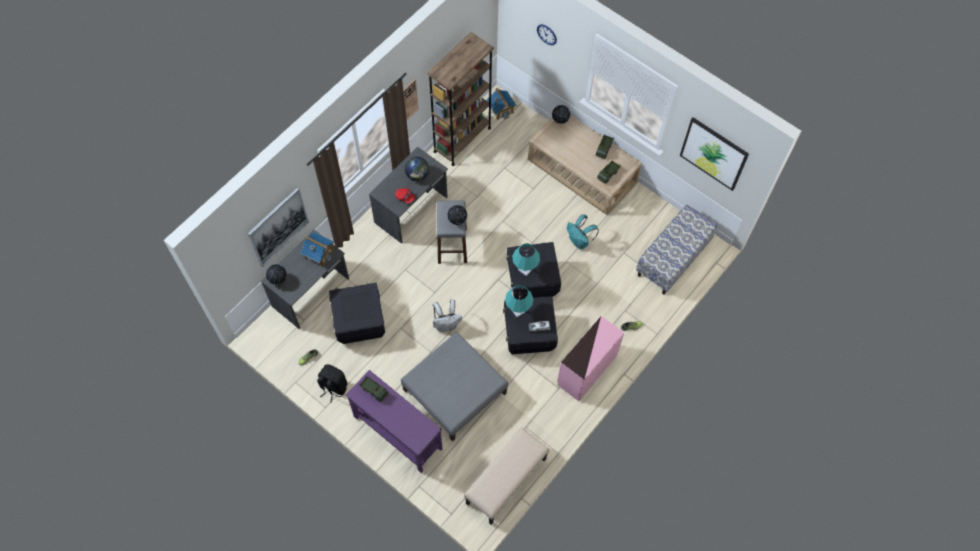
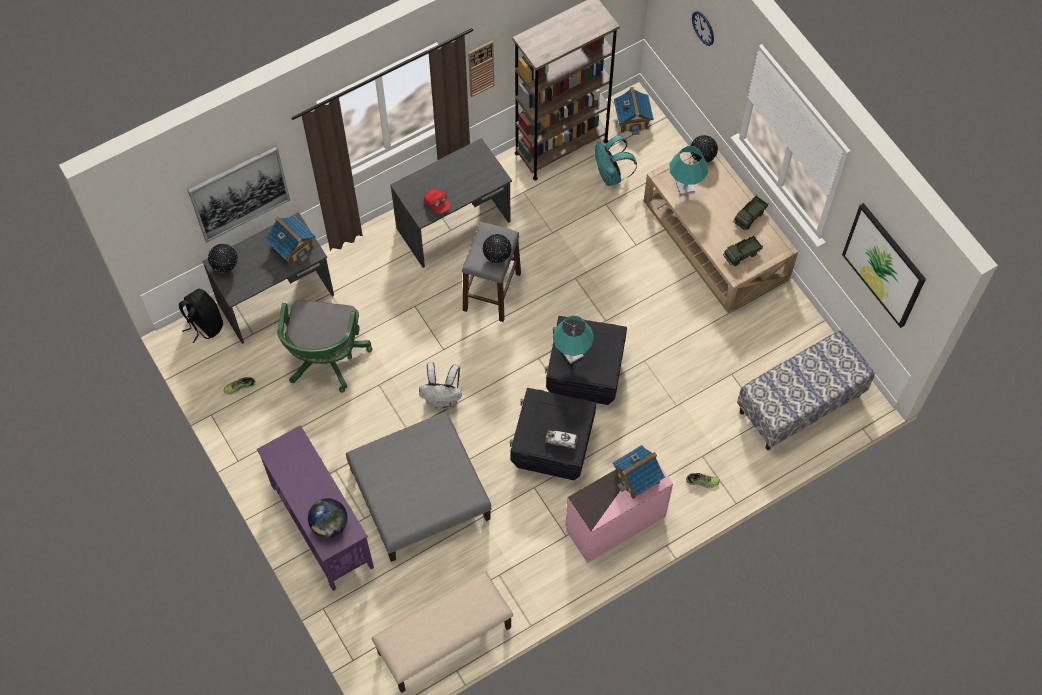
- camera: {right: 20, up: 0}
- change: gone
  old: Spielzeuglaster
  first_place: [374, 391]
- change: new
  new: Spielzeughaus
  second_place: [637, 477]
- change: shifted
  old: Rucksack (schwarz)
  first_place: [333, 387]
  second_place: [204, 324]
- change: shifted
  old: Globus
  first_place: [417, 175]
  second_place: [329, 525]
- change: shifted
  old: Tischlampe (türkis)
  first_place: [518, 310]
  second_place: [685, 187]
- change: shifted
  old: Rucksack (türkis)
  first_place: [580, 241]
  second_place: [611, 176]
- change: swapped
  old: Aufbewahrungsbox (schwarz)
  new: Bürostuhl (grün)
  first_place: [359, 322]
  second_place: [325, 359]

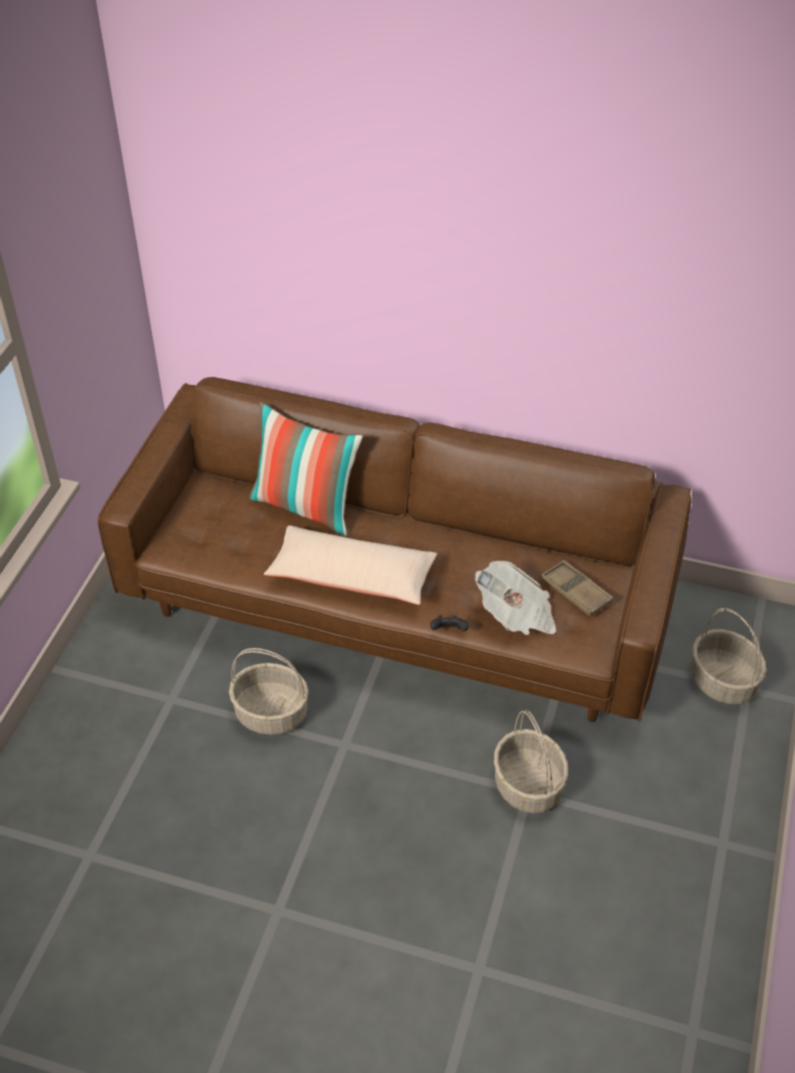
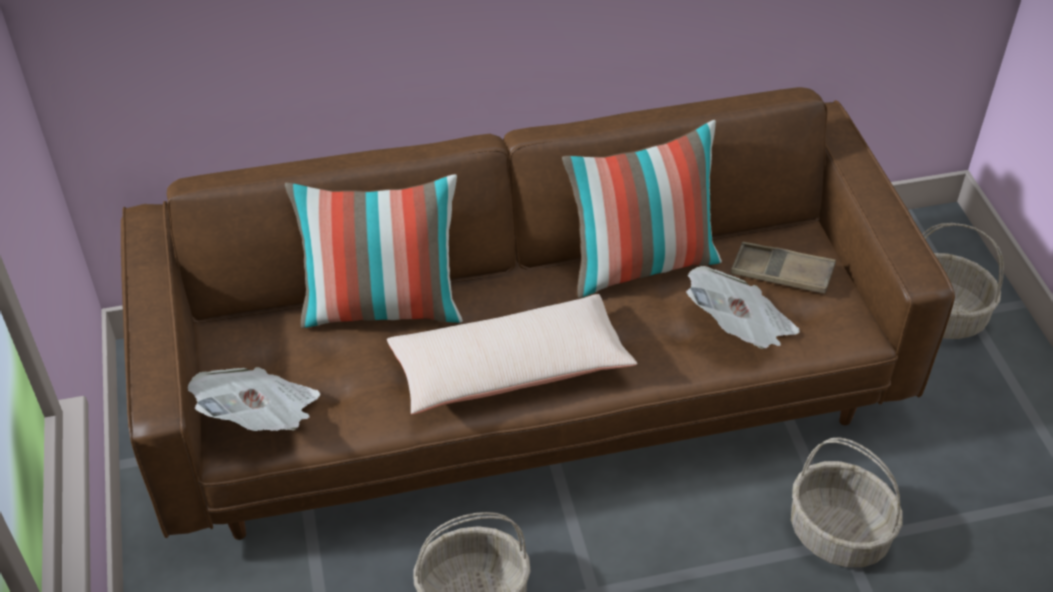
- camera: {right: -30, up: 0}
- change: gone
  old: Gamepad (schwarz)
  first_place: [448, 631]
- change: new
  new: Zeitung
  second_place: [262, 418]
- change: new
  new: Kissen
  second_place: [641, 264]

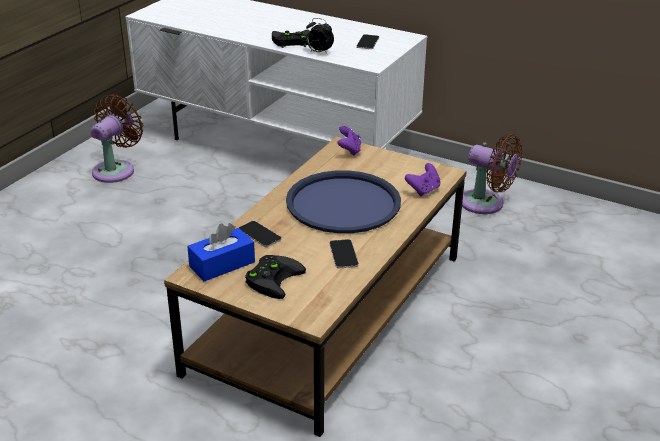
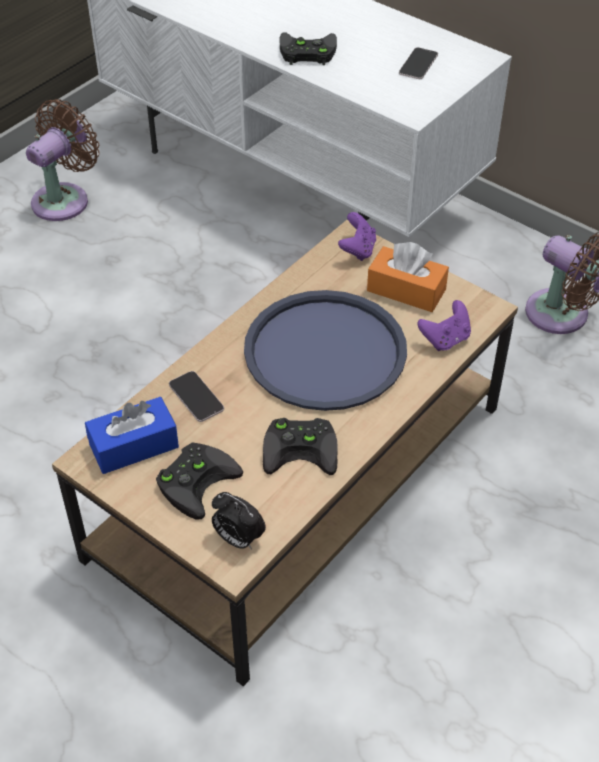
- camera: {right: 10, up: 15}
- change: new
  new: Taschentuchbox (orange)
  second_place: [406, 290]
- change: shifted
  old: Wecker
  first_place: [319, 52]
  second_place: [237, 539]
- change: swapped
  old: Handy
  new: Gamepad (schwarz)
  first_place: [343, 254]
  second_place: [302, 448]

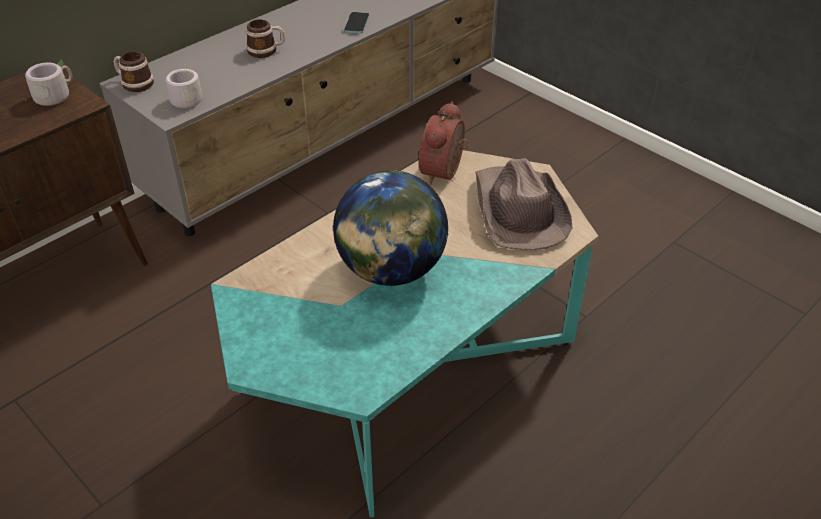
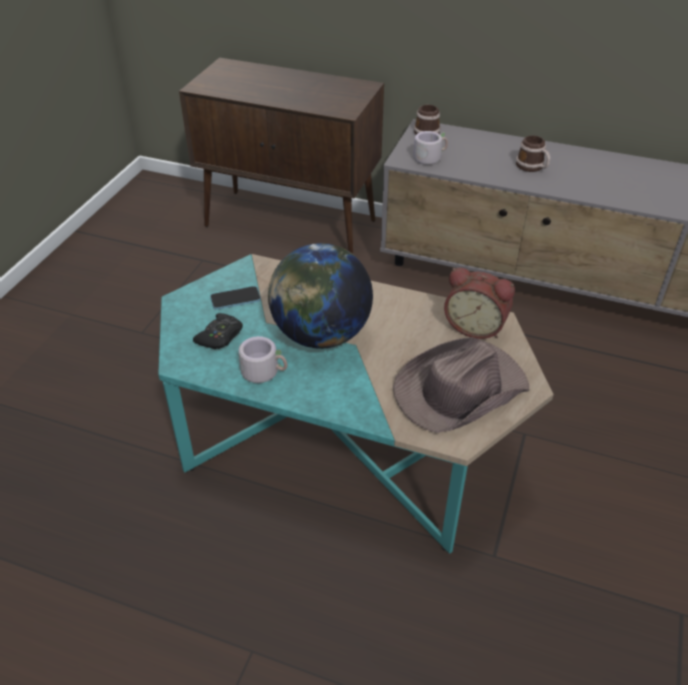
- camera: {right: 65, up: 0}
- change: new
  new: Gamepad (schwarz)
  second_place: [220, 336]
- change: shifted
  old: Henkelbecher (grau)
  first_place: [54, 95]
  second_place: [265, 371]
- change: shifted
  old: Handy
  first_place: [356, 24]
  second_place: [235, 299]
- change: rotated
  old: Wecker
  first_place: [445, 172]
  second_place: [475, 326]
  degrees: -150

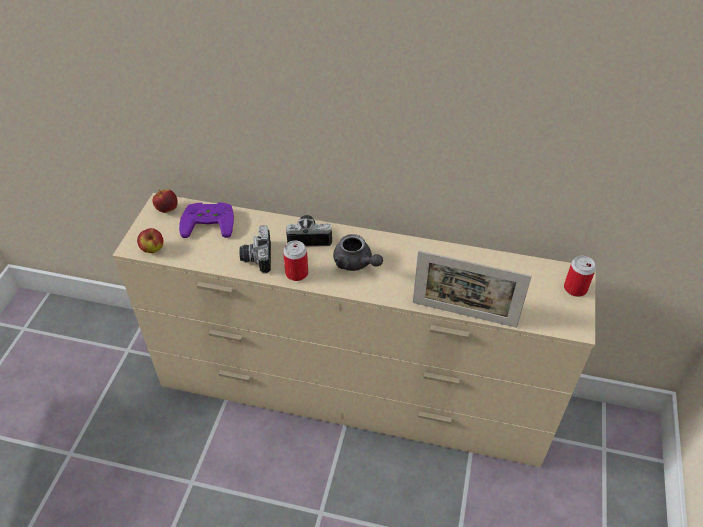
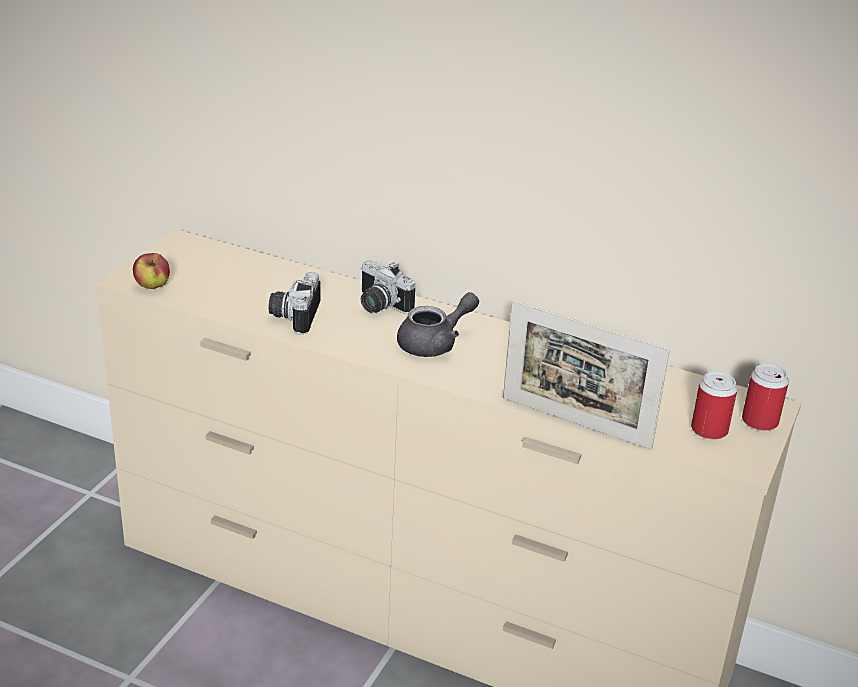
- camera: {right: 10, up: -15}
- change: gone
  old: Apfel
  first_place: [167, 209]
- change: gone
  old: Gamepad (lila)
  first_place: [209, 221]
- change: shifted
  old: Dose
  first_place: [297, 273]
  second_place: [709, 430]
- change: rotated
  old: Kamera
  first_place: [310, 237]
  second_place: [379, 306]
  degrees: -150
- change: rotated
  old: Teekanne (grau)
  first_place: [356, 263]
  second_place: [435, 344]
  degrees: -90

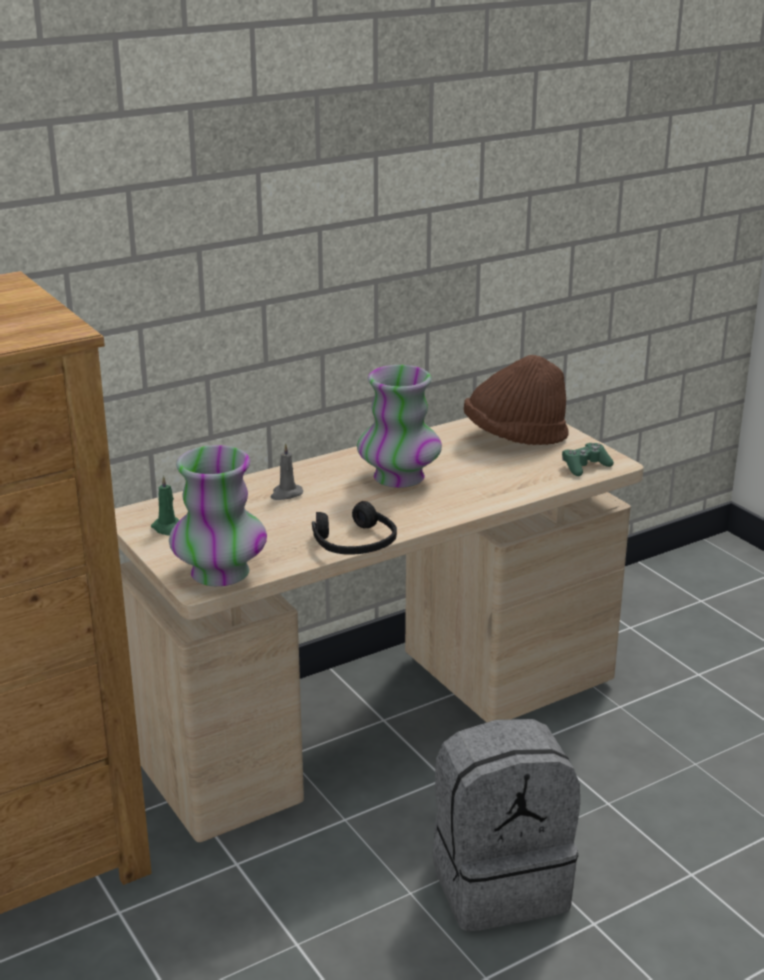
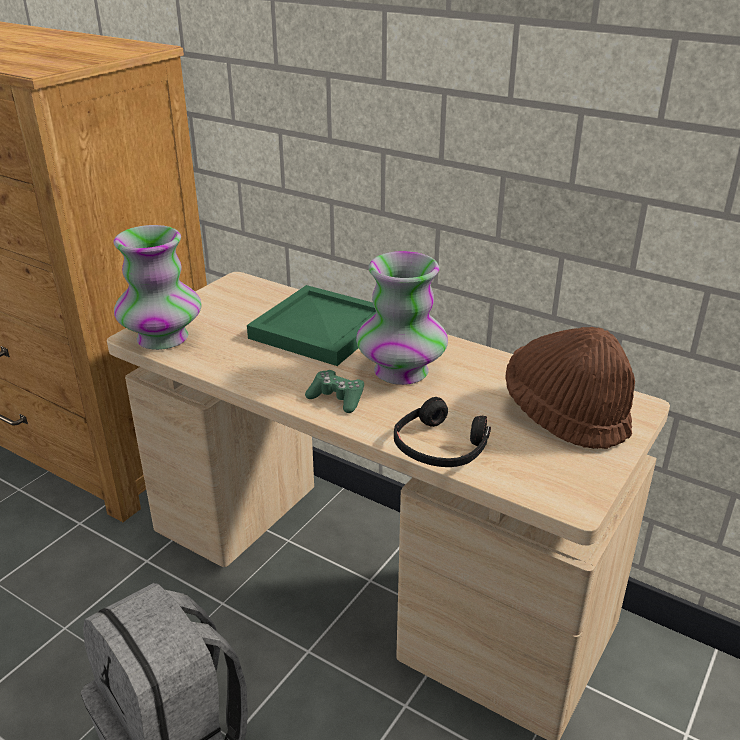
- camera: {right: 65, up: 5}
- change: gone
  old: Kerze (grün)
  first_place: [168, 528]
- change: shifted
  old: Kopfhörer (schwarz)
  first_place: [354, 543]
  second_place: [440, 447]
- change: shifted
  old: Gamepad (grün)
  first_place: [585, 466]
  second_place: [337, 398]
- change: swapped
  old: Kerze (grau)
  new: Tablett (grün)
  first_place: [286, 494]
  second_place: [320, 328]

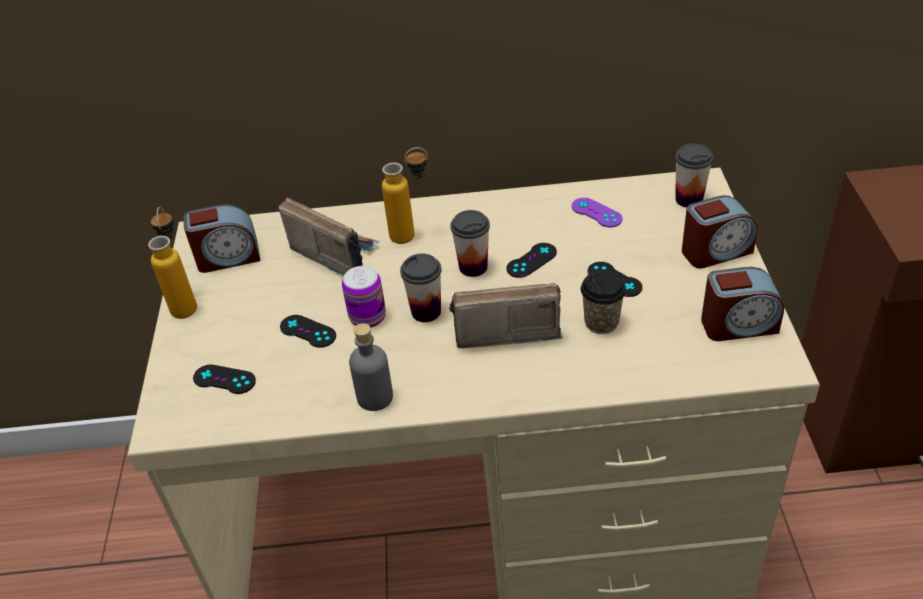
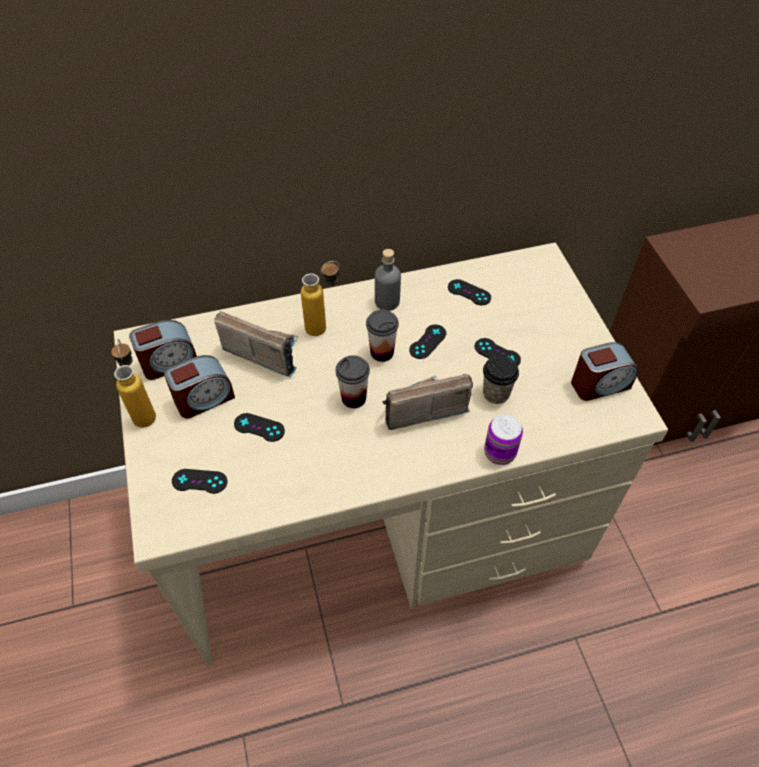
- camera: {right: -15, up: 10}
- change: gone
  old: Tasse
  first_place: [689, 199]
- change: shifted
  old: Dose
  first_place: [367, 316]
  second_place: [500, 452]
- change: shifted
  old: Flasche (grau)
  first_place: [375, 397]
  second_place: [387, 301]
- change: shifted
  old: Wecker
  first_place: [716, 251]
  second_place: [204, 399]
- change: repainted
  old: Gamepad (lila)
  new: Gamepad (schwarz)
  first_place: [596, 213]
  second_place: [469, 292]

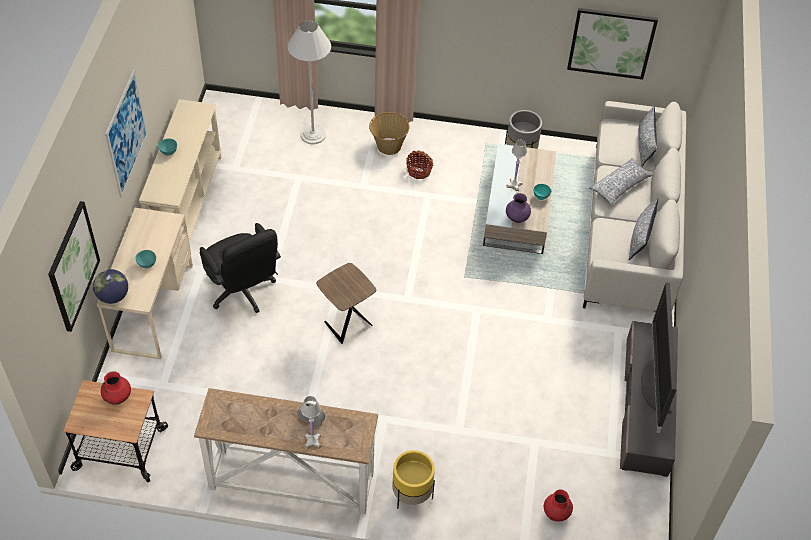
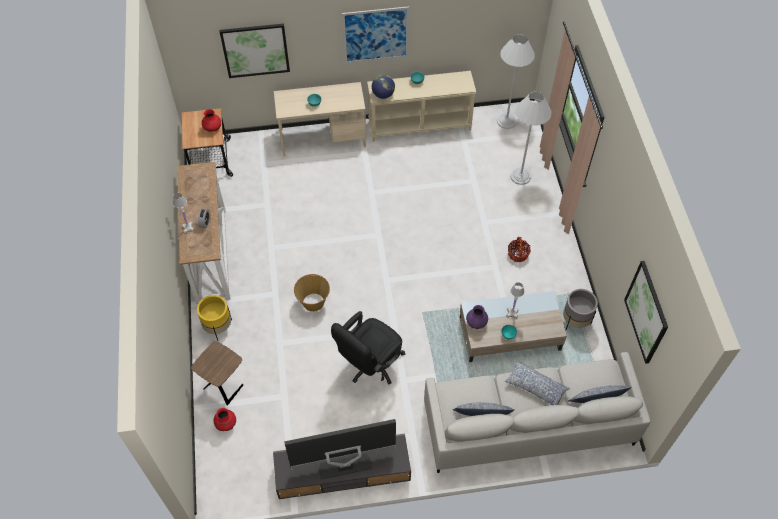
- camera: {right: 75, up: 5}
- change: new
  new: Stehlampe (weiß)
  second_place: [506, 121]
- change: shifted
  old: Globus
  first_place: [113, 296]
  second_place: [383, 95]
- change: shifted
  old: Bürostuhl (schwarz)
  first_place: [243, 292]
  second_place: [370, 365]
- change: shifted
  old: Beistelltisch (braun)
  first_place: [346, 323]
  second_place: [224, 386]
- change: shifted
  old: Korb
  first_place: [388, 146]
  second_place: [313, 302]

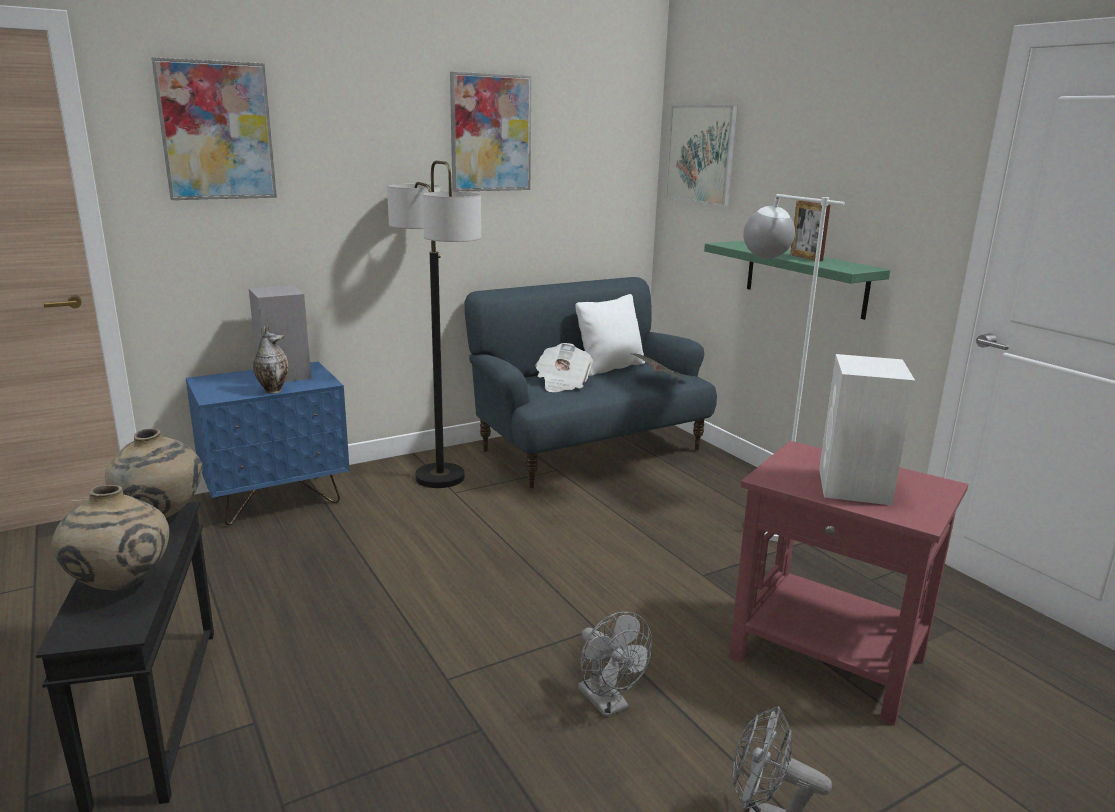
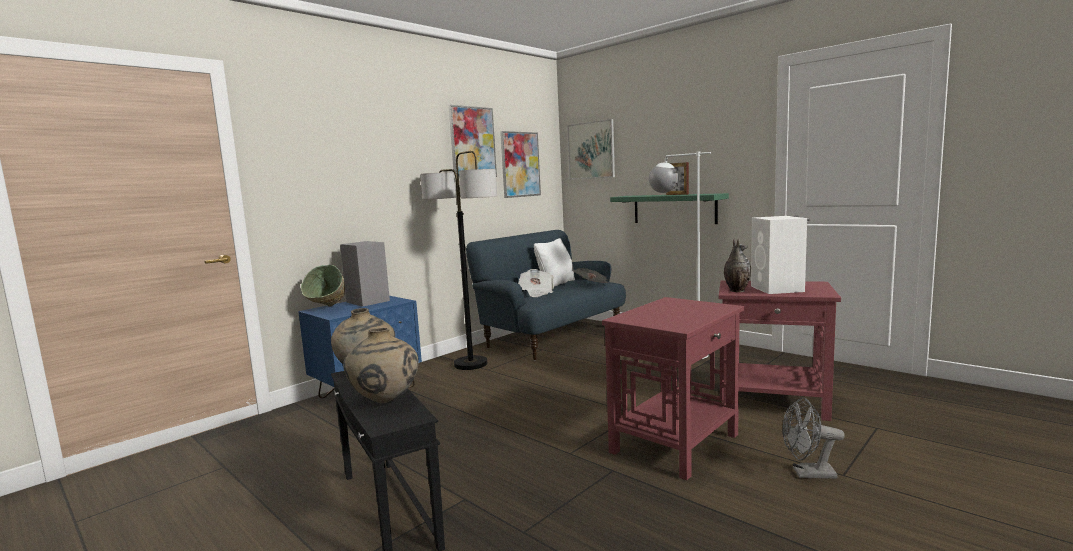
- camera: {right: -15, up: -10}
- change: new
  new: Schüssel (grün)
  second_place: [328, 309]
- change: shifted
  old: Bild
  first_place: [217, 131]
  second_place: [520, 164]
- change: shifted
  old: Vase
  first_place: [273, 390]
  second_place: [736, 290]
- change: swapped
  old: Ventilator (grau)
  new: Beistelltisch (rot)
  first_place: [608, 704]
  second_place: [675, 444]

